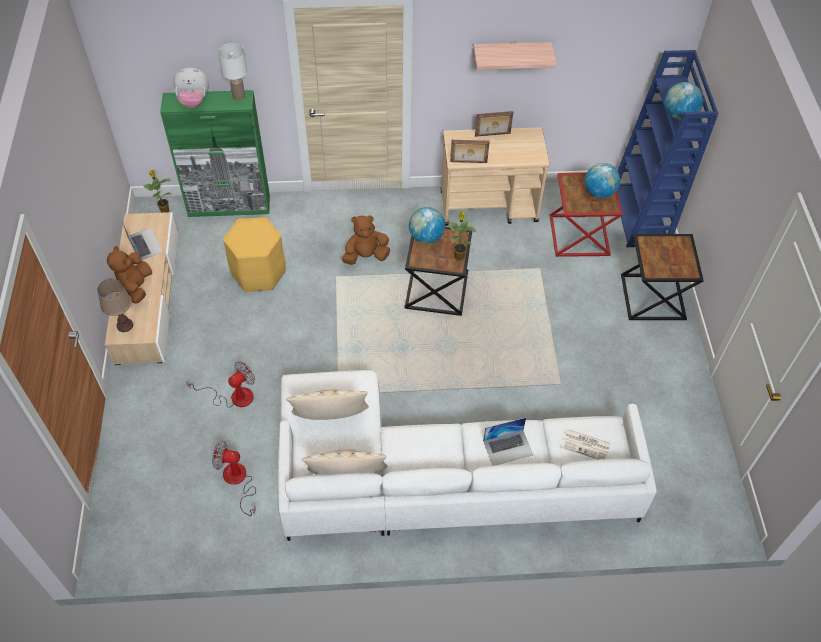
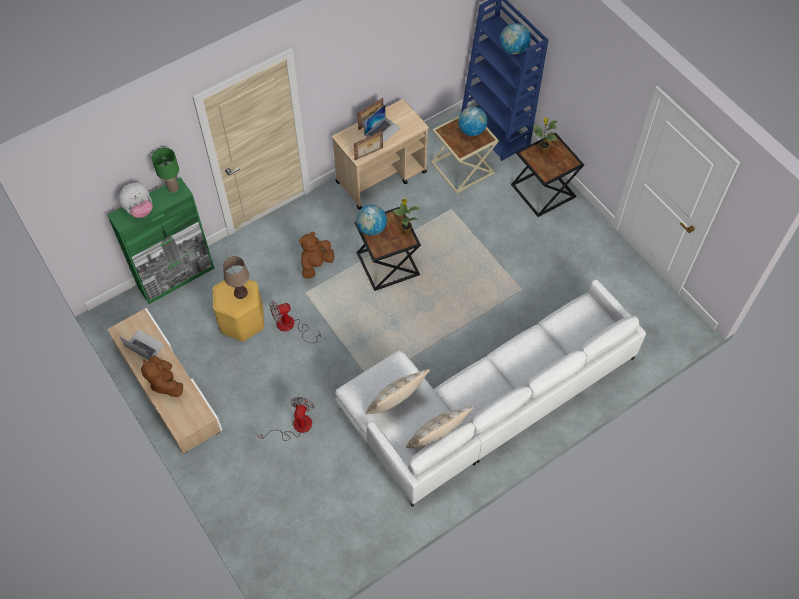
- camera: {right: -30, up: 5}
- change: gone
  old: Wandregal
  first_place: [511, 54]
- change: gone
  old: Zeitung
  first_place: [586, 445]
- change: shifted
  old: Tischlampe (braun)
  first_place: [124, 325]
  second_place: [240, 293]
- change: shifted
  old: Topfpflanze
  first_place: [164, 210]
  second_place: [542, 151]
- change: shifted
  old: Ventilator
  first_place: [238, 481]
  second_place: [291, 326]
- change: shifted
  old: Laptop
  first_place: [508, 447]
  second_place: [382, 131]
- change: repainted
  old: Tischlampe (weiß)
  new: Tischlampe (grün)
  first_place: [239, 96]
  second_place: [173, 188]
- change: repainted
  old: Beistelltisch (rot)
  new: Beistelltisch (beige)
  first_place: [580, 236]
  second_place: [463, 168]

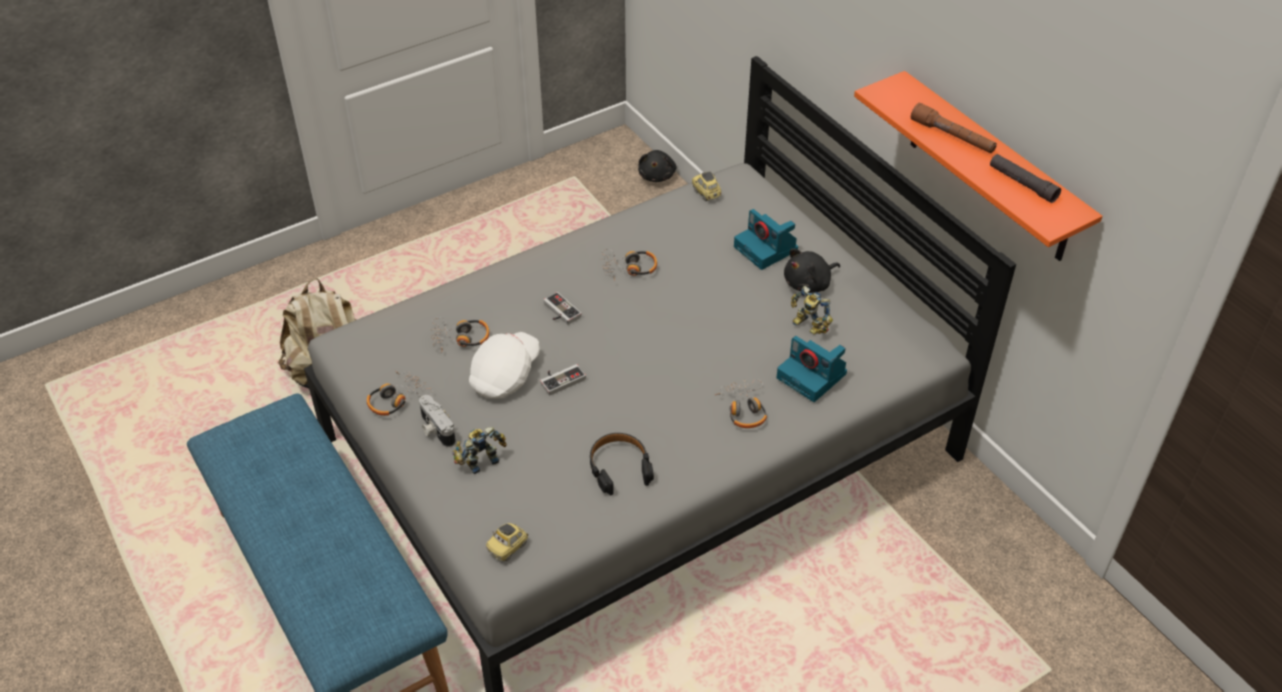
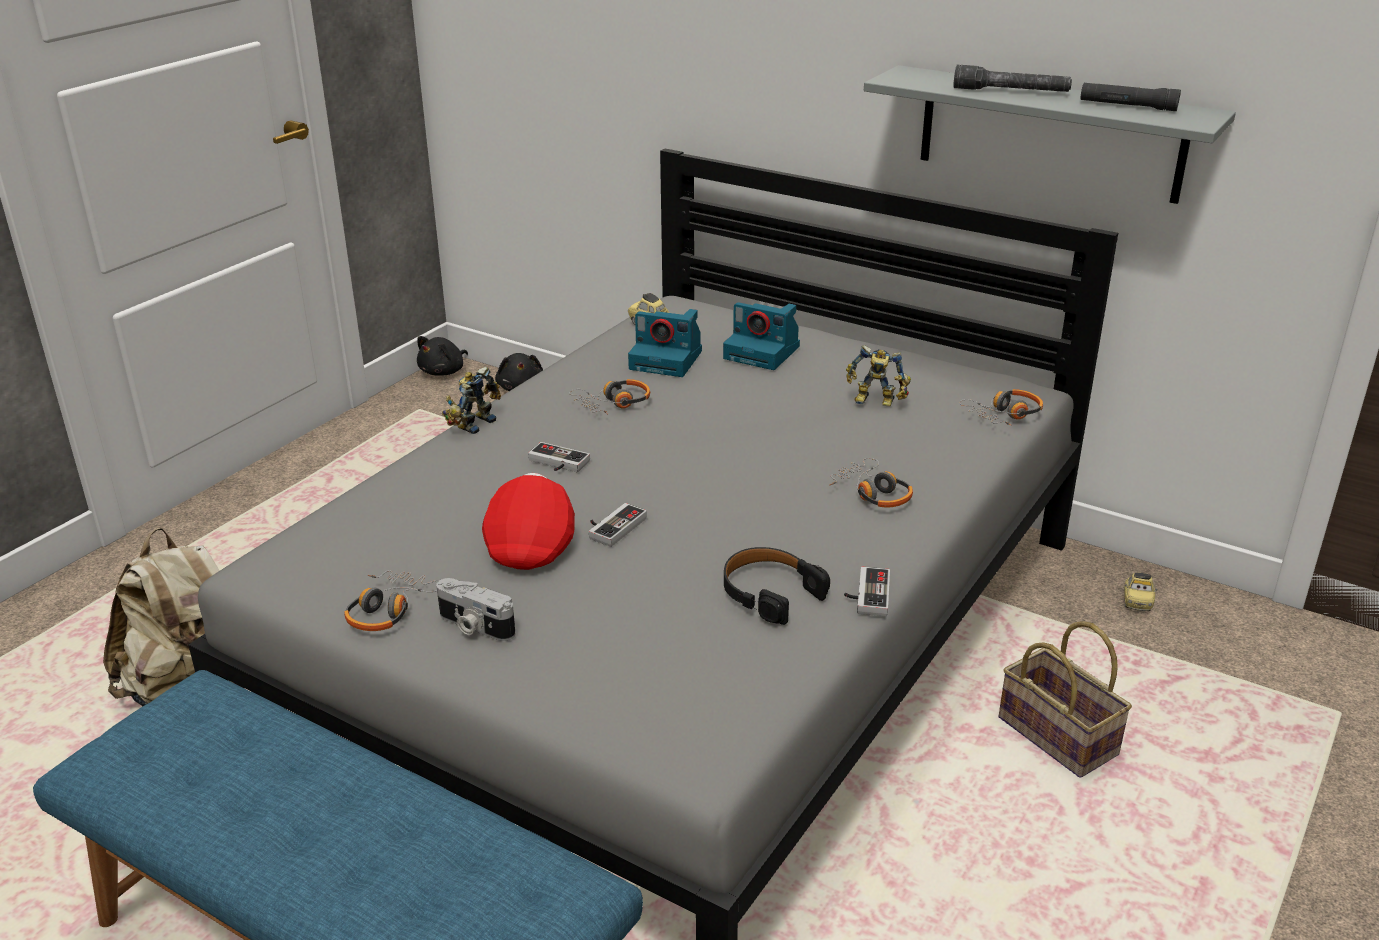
- camera: {right: -25, up: -15}
- change: new
  new: Gamepad
  second_place: [866, 594]
- change: new
  new: Korb
  second_place: [1061, 738]
- change: shifted
  old: Kopfhörer
  first_place: [460, 338]
  second_place: [1004, 415]
- change: shifted
  old: Spielzeugroboter
  first_place: [480, 460]
  second_place: [473, 423]
- change: shifted
  old: Spielzeugauto
  first_place: [508, 547]
  second_place: [1137, 602]
- change: shifted
  old: Kamera
  first_place: [813, 376]
  second_place: [667, 360]
- change: shifted
  old: Plüschtier (schwarz)
  first_place: [809, 284]
  second_place: [444, 371]
- change: repainted
  old: Kappe (weiß)
  new: Kappe (rot)
  first_place: [505, 375]
  second_place: [532, 543]
- change: repainted
  old: Wandregal (orange)
  new: Wandregal (grau)
  first_place: [990, 169]
  second_place: [1050, 134]
- change: repainted
  old: Taschenlampe (braun)
  new: Taschenlampe (grau)
  first_place: [952, 137]
  second_place: [1011, 91]

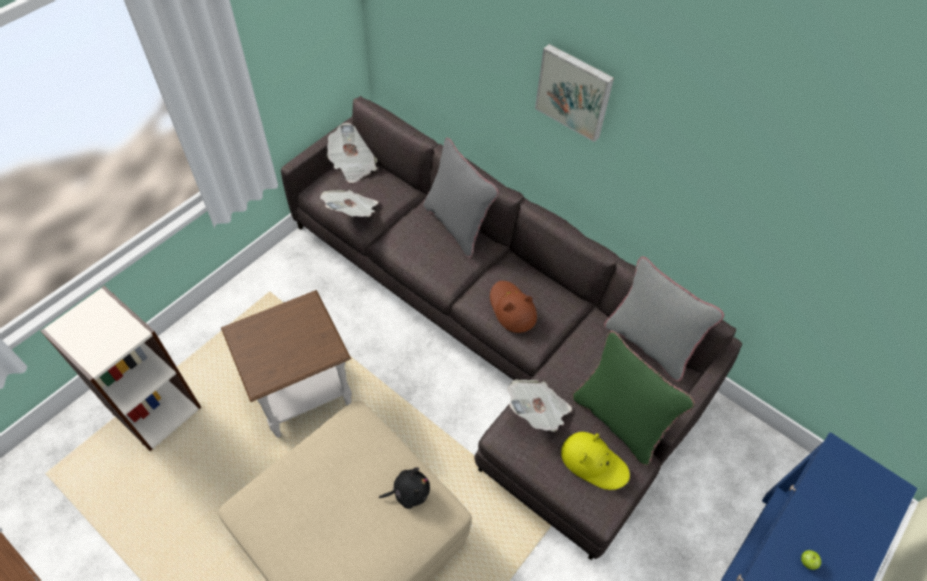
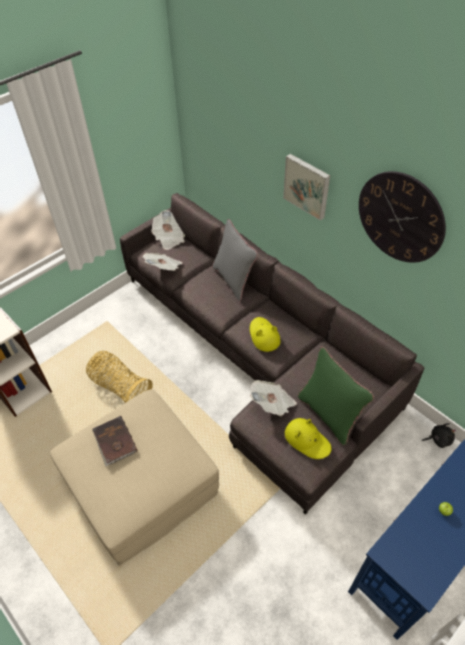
- camera: {right: 10, up: -5}
- change: gone
  old: Kissen (grau)
  first_place: [648, 344]
- change: new
  new: Buch (braun)
  second_place: [114, 442]
- change: new
  new: Wanduhr
  second_place: [400, 217]
- change: shifted
  old: Plüschtier (schwarz)
  first_place: [408, 492]
  second_place: [438, 439]
- change: swapped
  old: Beistelltisch (braun)
  new: Korb
  first_place: [303, 392]
  second_place: [120, 387]
- change: repainted
  old: Hut (braun)
  new: Hut (gelb)
  first_place: [512, 309]
  second_place: [264, 336]

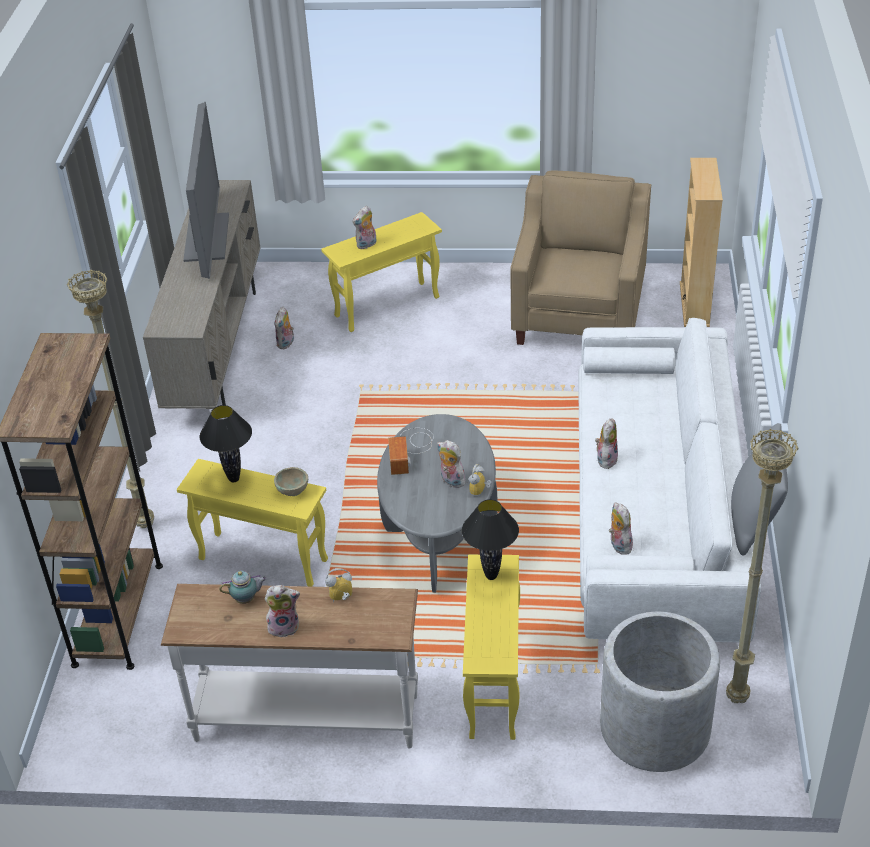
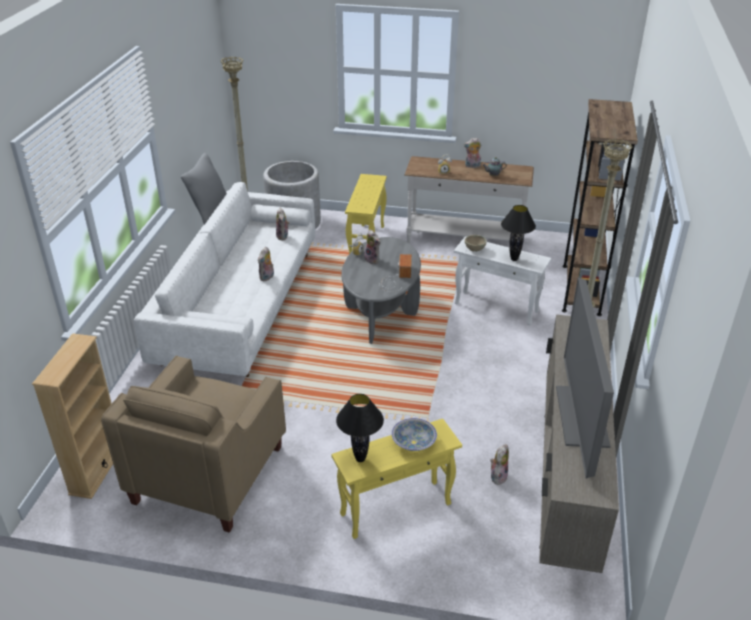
- camera: {right: -175, up: -5}
- change: shifted
  old: Tischlampe (schwarz)
  first_place: [491, 576]
  second_place: [361, 459]
- change: swapped
  old: Plüschtier
  new: Schüssel
  first_place: [366, 245]
  second_place: [413, 442]
- change: repainted
  old: Beistelltisch (gelb)
  new: Beistelltisch (weiß)
  first_place: [263, 559]
  second_place: [496, 307]

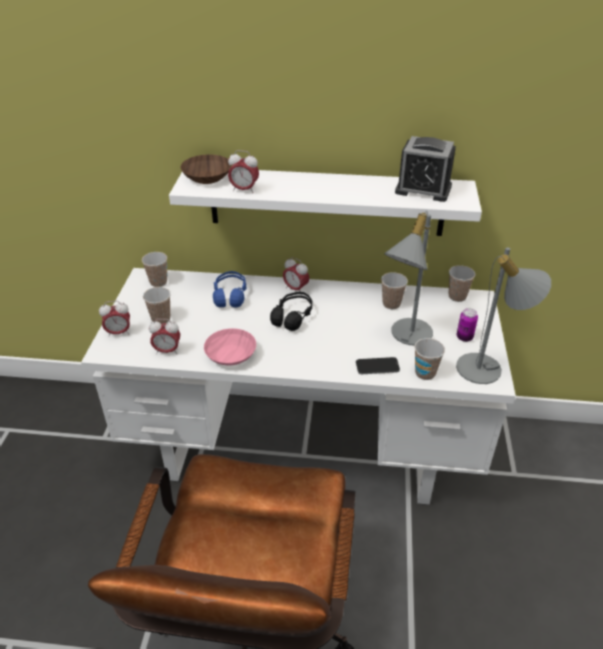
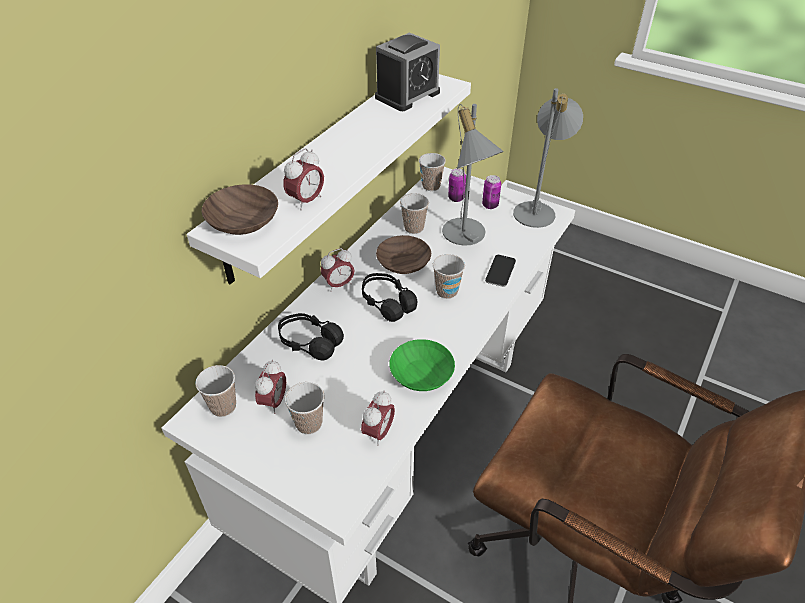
- camera: {right: -65, up: 5}
- change: new
  new: Schüssel (braun)
  second_place: [402, 264]
- change: new
  new: Dose
  second_place: [456, 198]
- change: shifted
  old: Wecker
  first_place: [119, 333]
  second_place: [274, 402]
- change: shifted
  old: Tasse
  first_place: [425, 373]
  second_place: [447, 291]
- change: repainted
  old: Schüssel (rosa)
  new: Schüssel (grün)
  first_place: [231, 354]
  second_place: [420, 373]
- change: repainted
  old: Kopfhörer (blau)
  new: Kopfhörer (schwarz)
  first_place: [230, 296]
  second_place: [309, 343]

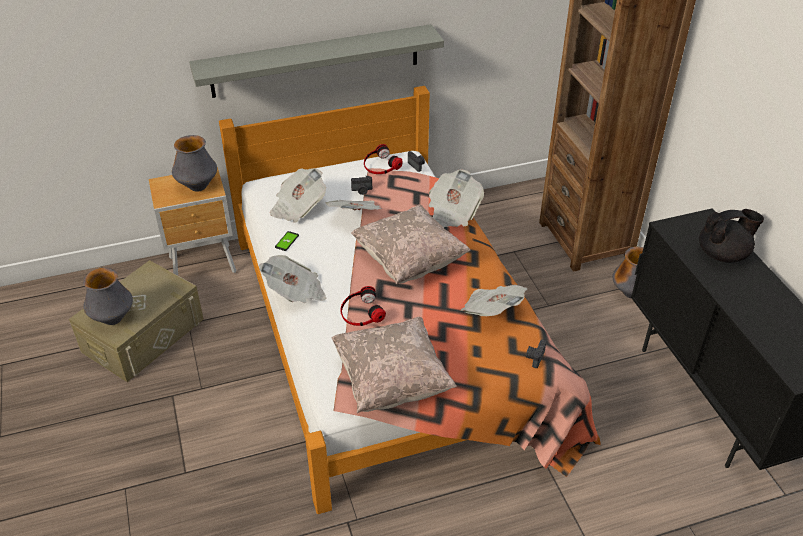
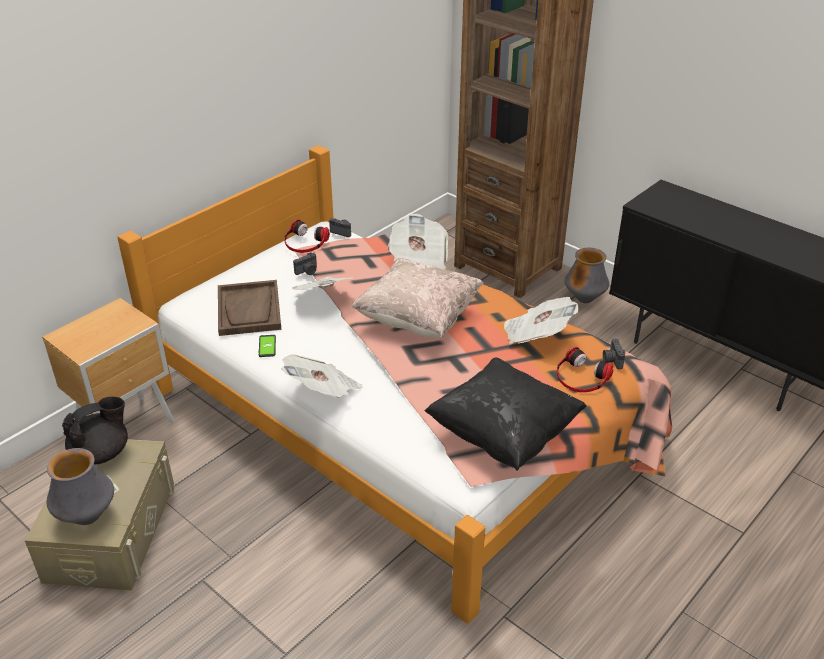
- camera: {right: -30, up: -5}
- change: gone
  old: Vase
  first_place: [198, 187]
- change: gone
  old: Wandregal (grau)
  first_place: [315, 61]
- change: shifted
  old: Kopfhörer
  first_place: [361, 312]
  second_place: [581, 377]
- change: shifted
  old: Teekanne (schwarz)
  first_place: [723, 254]
  second_place: [102, 453]
- change: swapped
  old: Zeitung
  new: Tablett (braun)
  first_place: [298, 207]
  second_place: [249, 310]
- change: repainted
  old: Kissen (beige)
  new: Kissen (schwarz)
  first_place: [392, 381]
  second_place: [503, 434]

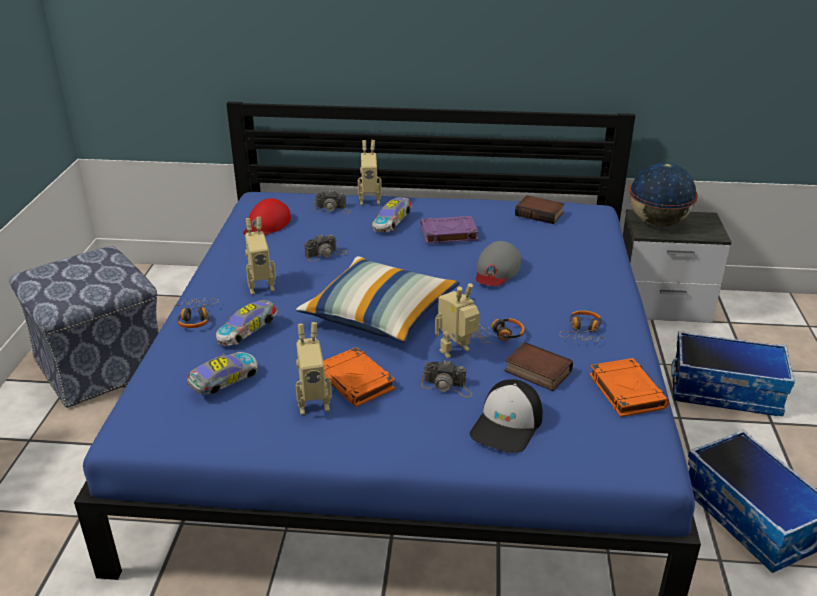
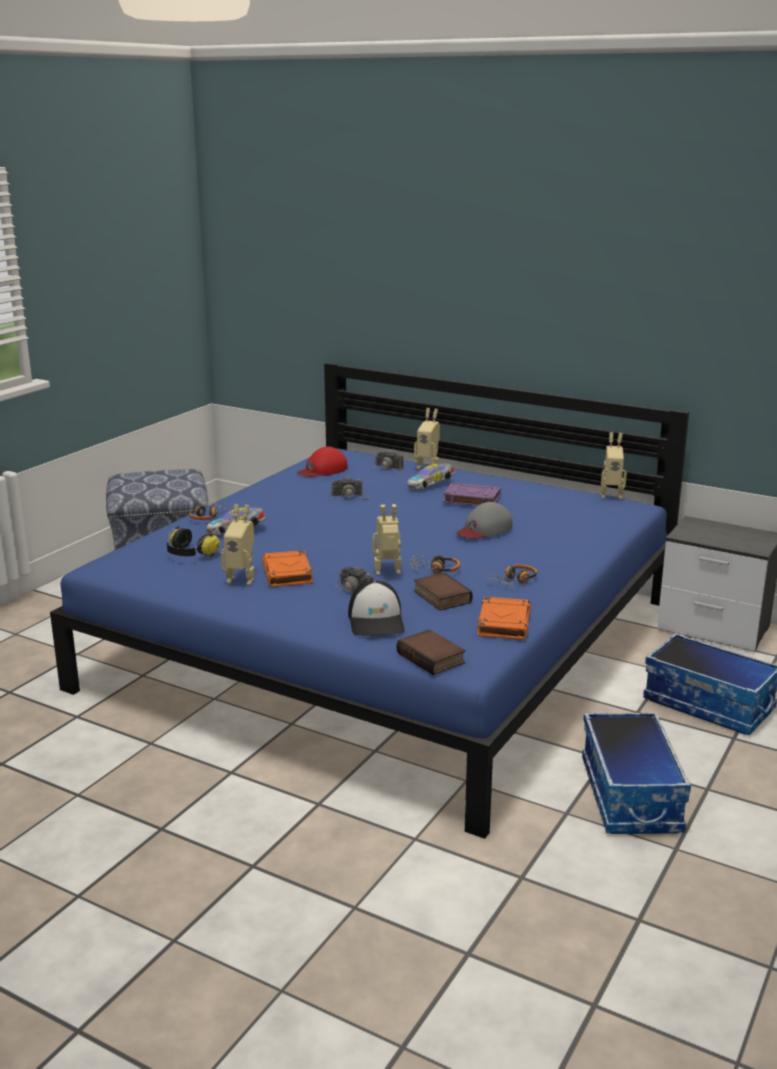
- camera: {right: 25, up: -10}
- change: gone
  old: Kissen
  first_place: [380, 315]
- change: gone
  old: Globus
  first_place: [657, 223]
- change: shifted
  old: Spielzeugroboter
  first_place: [261, 287]
  second_place: [611, 495]
- change: shifted
  old: Buch
  first_place: [540, 213]
  second_place: [433, 658]
- change: swapped
  old: Spielzeugauto
  new: Kopfhörer
  first_place: [224, 383]
  second_place: [189, 555]
- change: rotated
  old: Kappe
  first_place: [507, 425]
  second_place: [377, 621]
  degrees: -60

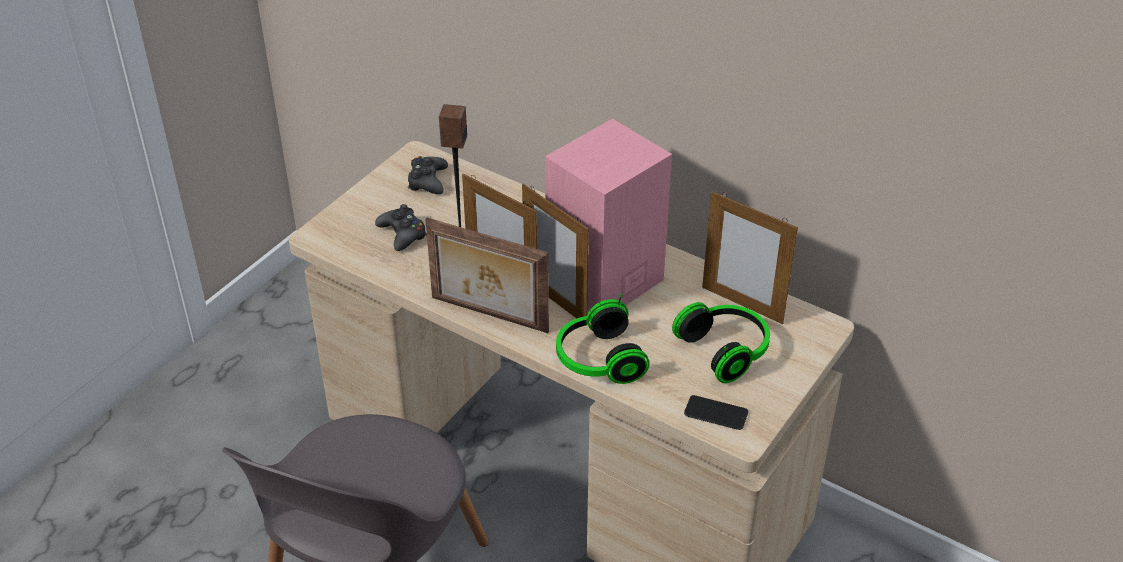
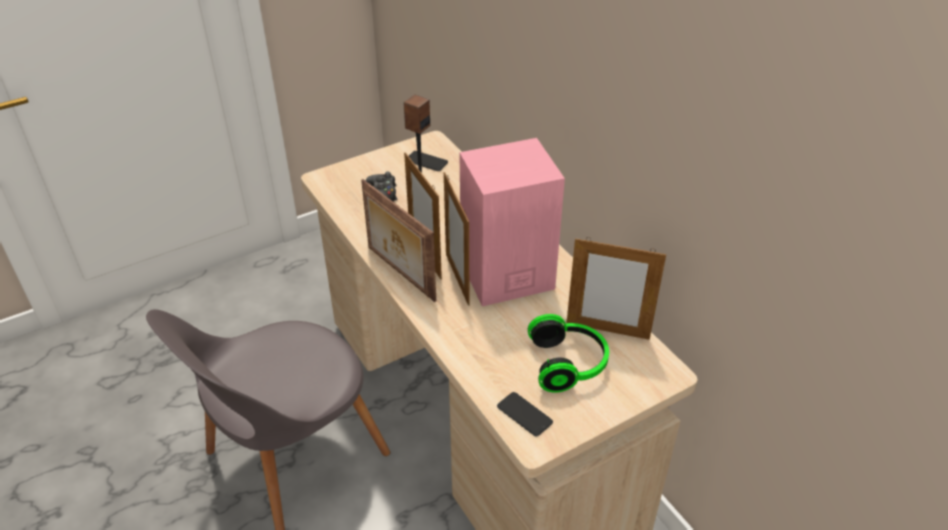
- camera: {right: 25, up: 0}
- change: gone
  old: Kopfhörer
  first_place: [597, 360]
- change: swapped
  old: Gamepad (schwarz)
  new: Handy
  first_place: [427, 181]
  second_place: [426, 162]
- change: rotated
  old: Bilderrahmen
  first_place: [742, 305]
  second_place: [607, 330]
  degrees: -45

